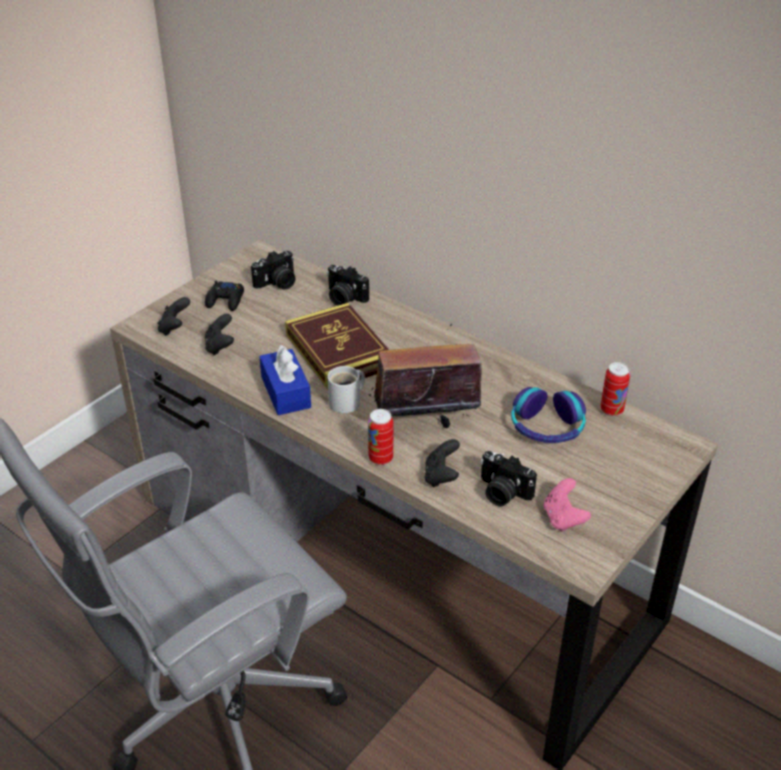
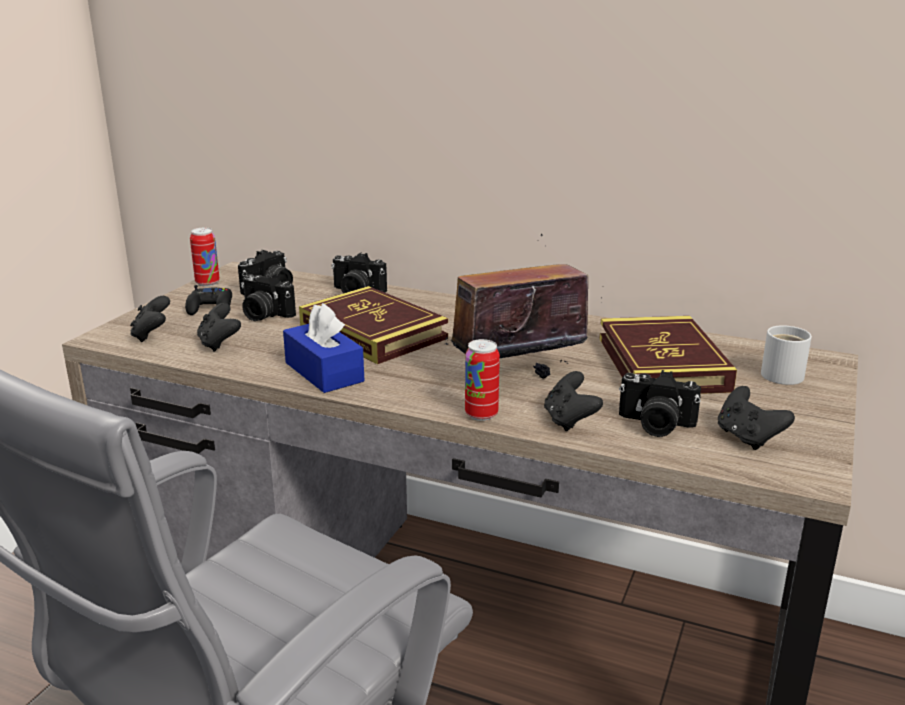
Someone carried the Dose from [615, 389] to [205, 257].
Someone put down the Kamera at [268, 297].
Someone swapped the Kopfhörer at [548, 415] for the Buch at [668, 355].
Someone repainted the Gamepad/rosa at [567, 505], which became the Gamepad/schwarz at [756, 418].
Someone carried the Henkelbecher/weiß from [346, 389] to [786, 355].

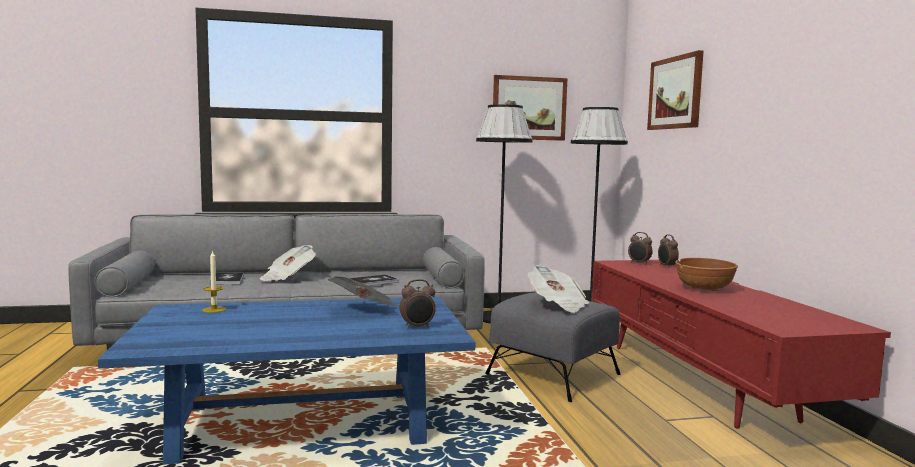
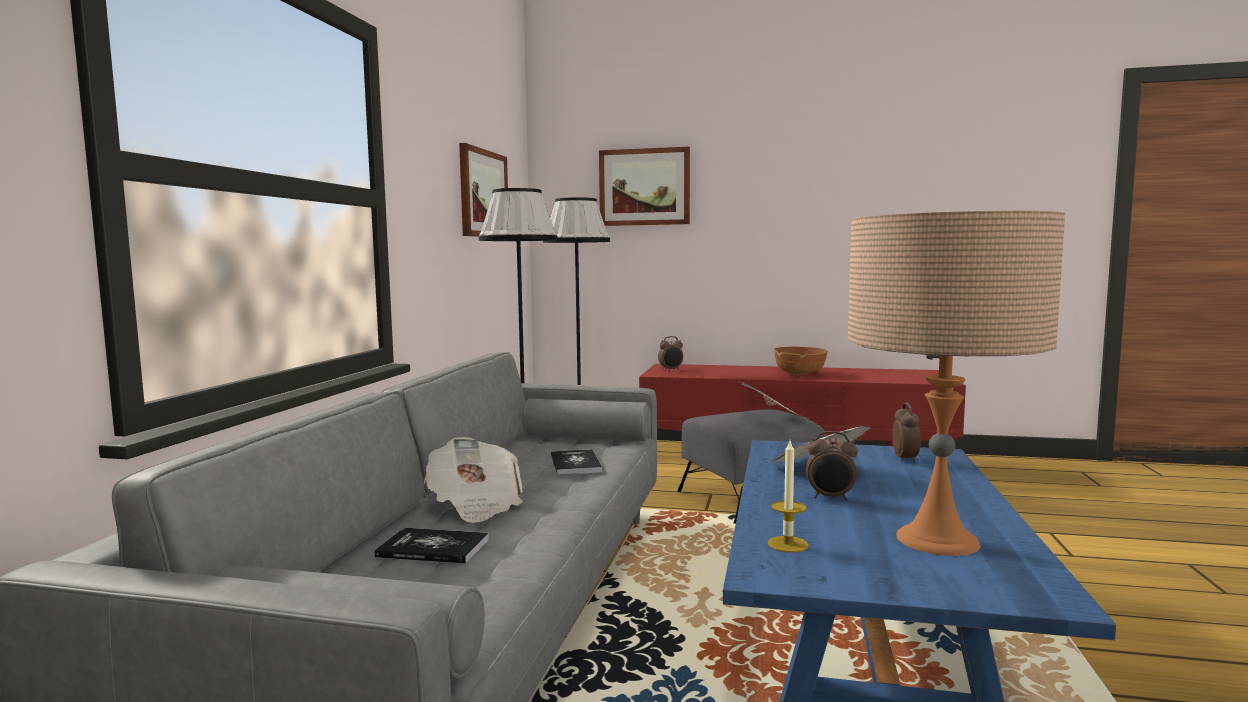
Someone carried the Wecker from [668, 251] to [832, 465].
Someone put down the Tischlampe/beige at [956, 383].

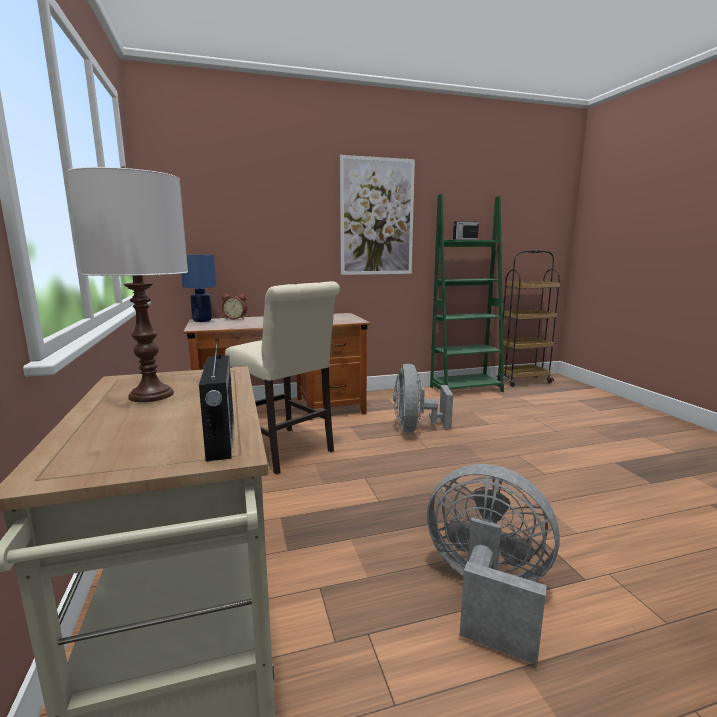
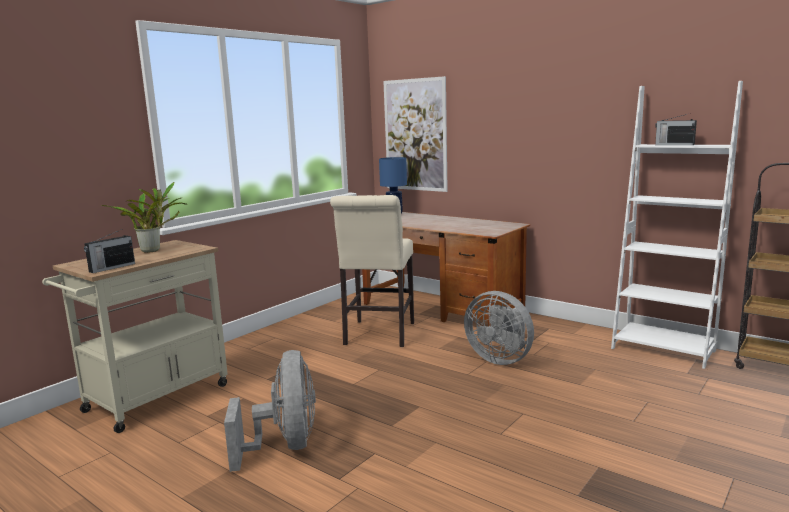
Someone swapped the Tischlampe/weiß at [127, 284] for the Topfpflanze at [144, 217].
Someone carried the Bild from [377, 215] to [415, 134].
Someone rotated the Ventilator/grau at [423, 398] by 105 degrees counterclockwise.
Someone repainted the Bücherregal/grün at [467, 293], which became the Bücherregal/weiß at [677, 225].
Someone took away the Wecker at [234, 306].

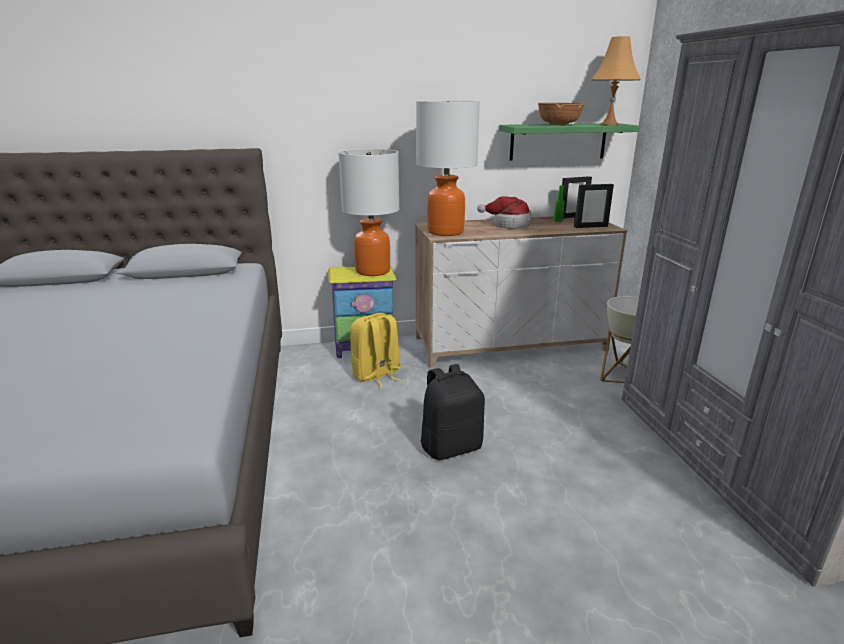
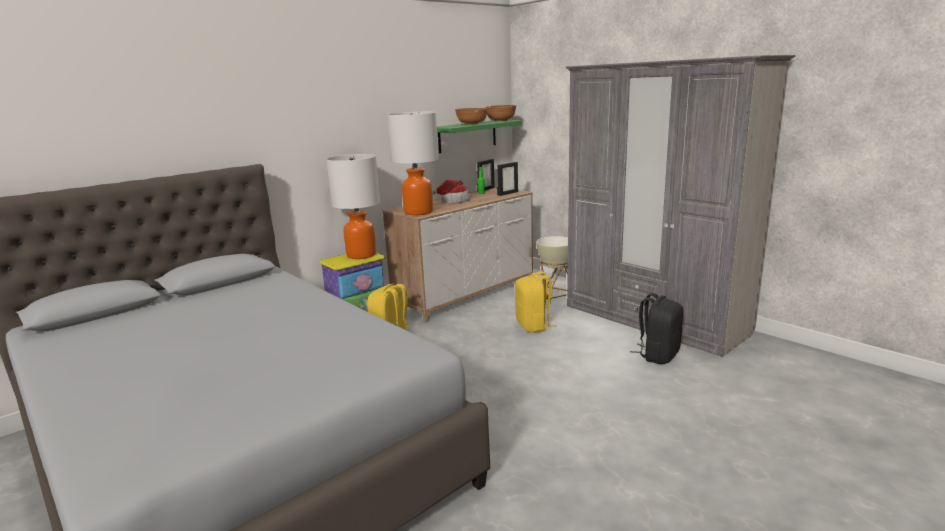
Someone swapped the Tischlampe/orange at [616, 80] for the Schüssel/braun at [500, 113].
Someone put down the Rucksack/gelb at [536, 302].
Someone carried the Rucksack/schwarz from [453, 412] to [656, 328].

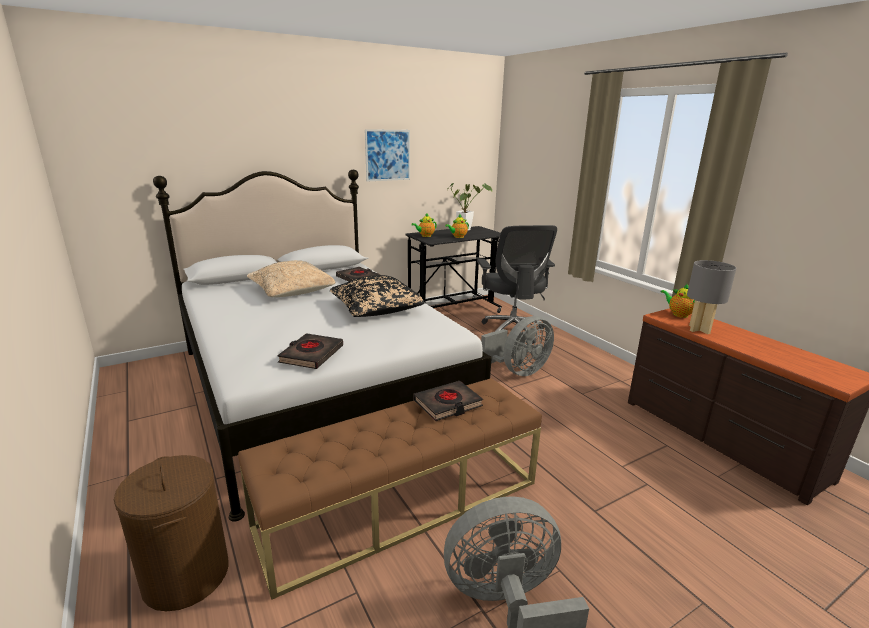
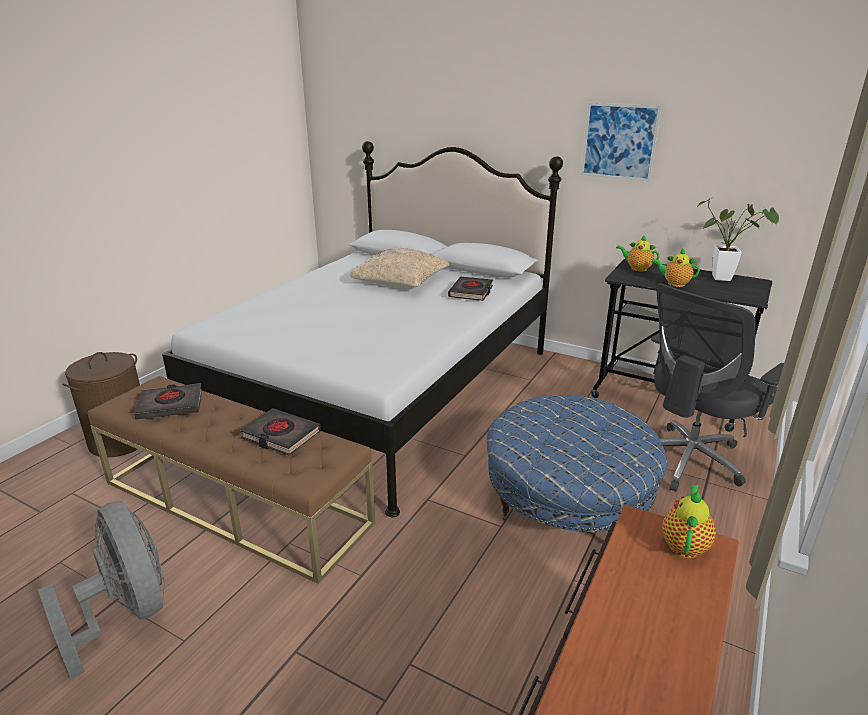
Someone carried the Buch/schwarz from [310, 351] to [168, 401].
Someone swapped the Ventilator/grau at [517, 346] for the Polsterhocker/blau at [577, 463].
Someone took away the Kissen/schwarz at [377, 296].
Someone took away the Tischlampe/grau at [711, 297].

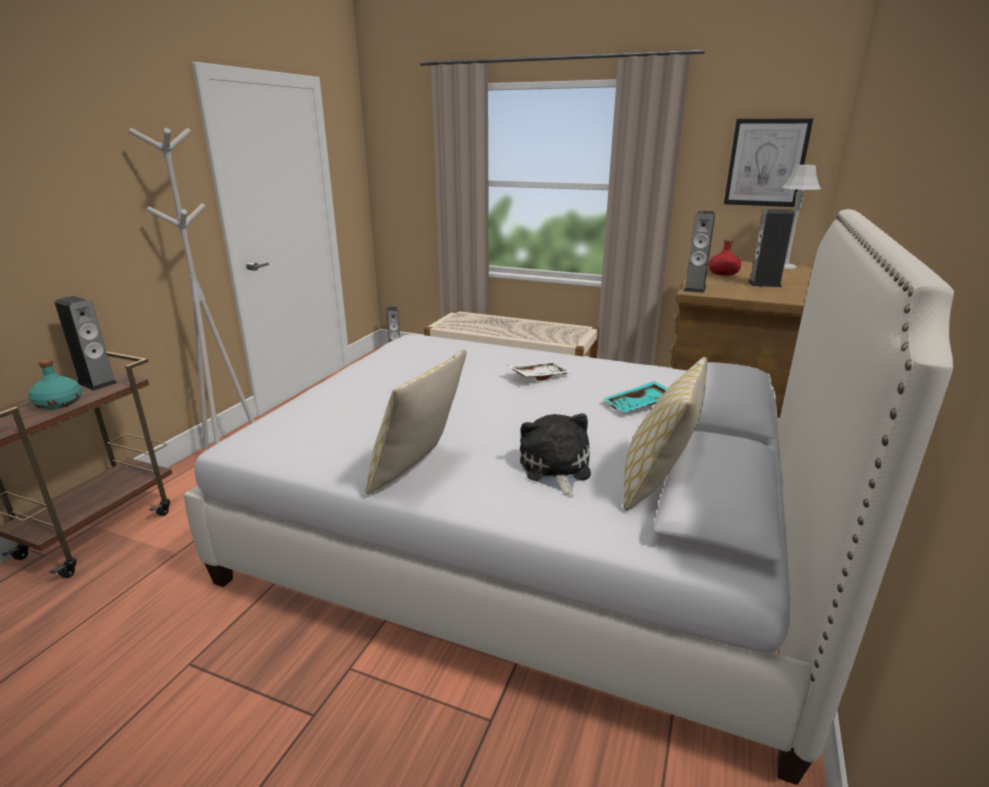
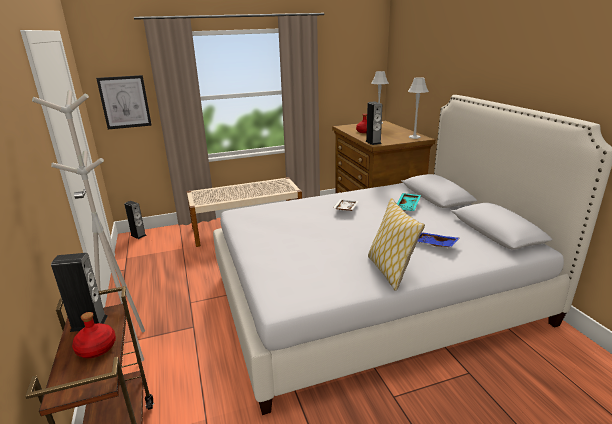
Someone repainted the Flasche/türkis at [55, 384], which became the Flasche/rot at [94, 335].
Someone carried the Bild from [768, 162] to [124, 102].
Someone put down the Tischlampe/grau at [418, 108].
Someone swapped the Plüschtier at [555, 455] for the Tablett/blau at [438, 239].
Someone took away the Kissen at [665, 433].
Someone took away the Lautsprecher at [771, 248].

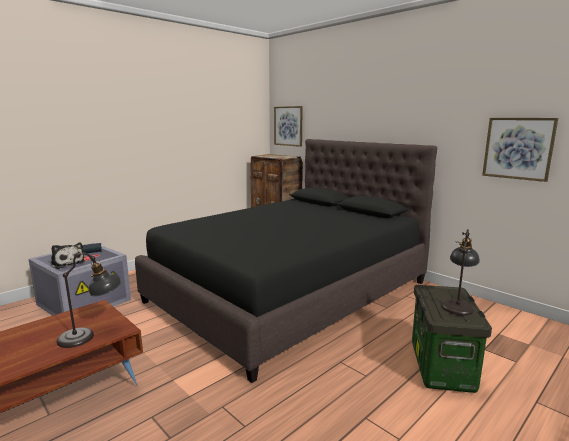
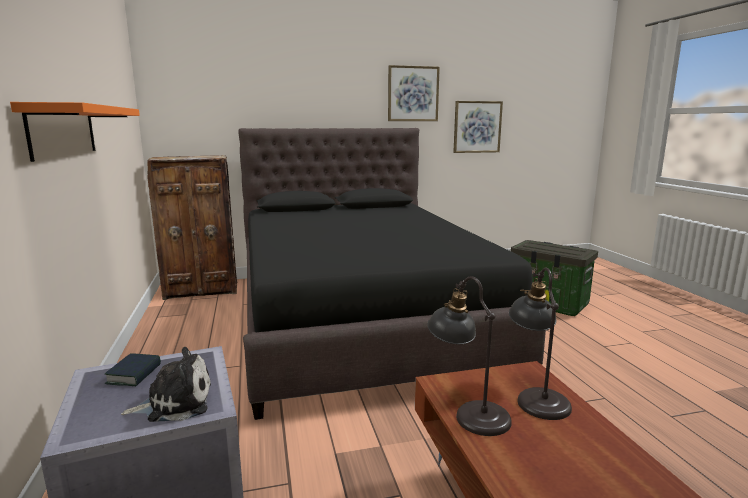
Someone put up the Wandregal/orange at [75, 132].
Someone carried the Bild from [288, 126] to [414, 93].
Someone carried the Tischlampe/grau from [461, 272] to [469, 356].

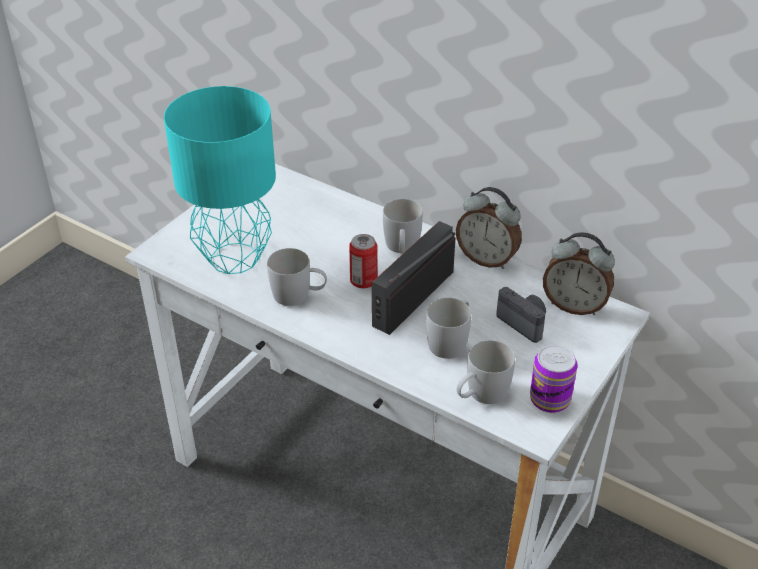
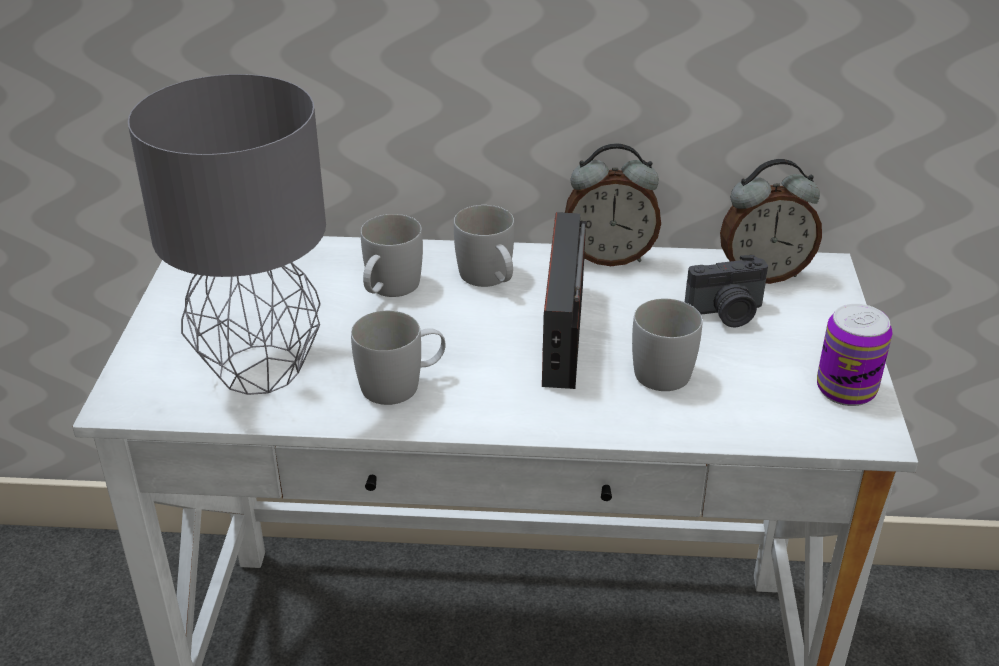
Someone repainted the Tischlampe/türkis at [220, 180], which became the Tischlampe/grau at [227, 234].
Someone carried the Henkelbecher/weiß from [486, 372] to [392, 255].
Someone rotated the Kamera at [521, 315] by 150 degrees clockwise.
Someone took away the Dose at [363, 261].

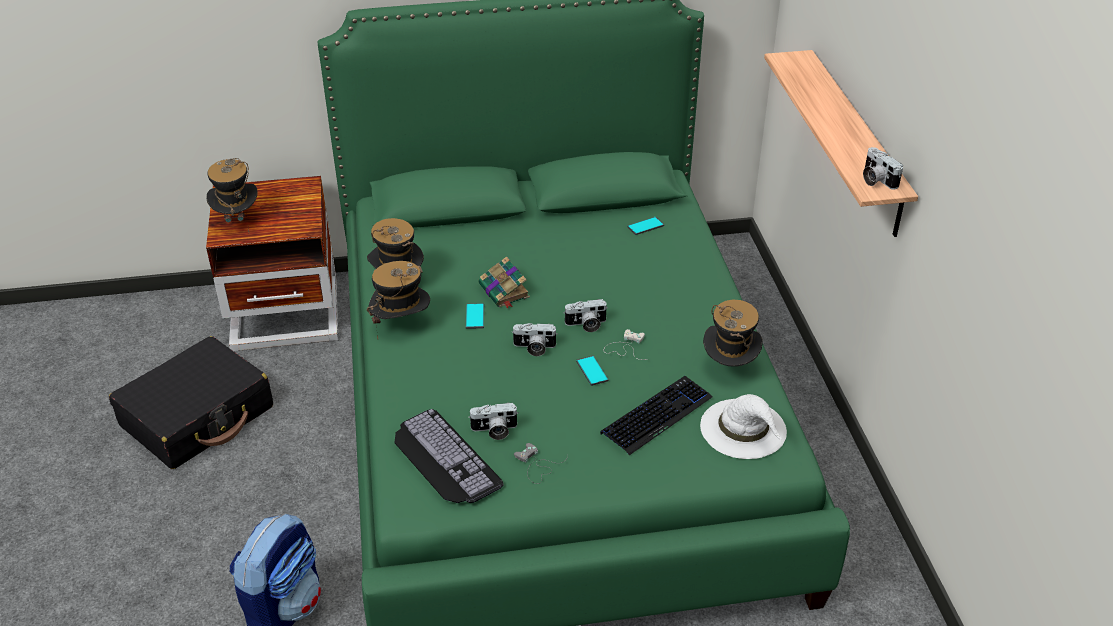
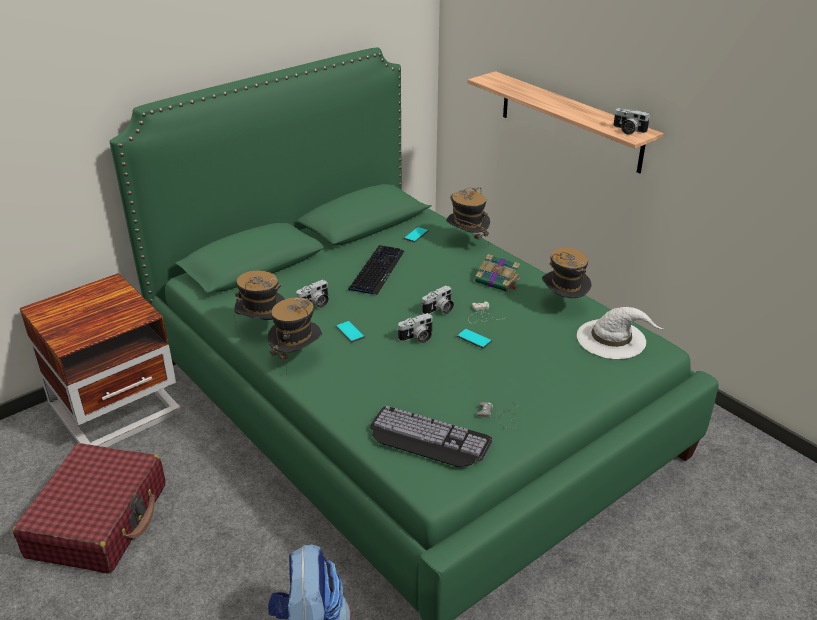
Someone repainted the Koffer/schwarz at [191, 402], which became the Koffer/rot at [89, 508].
Someone carried the Kamera from [493, 421] to [312, 294].
Someone carried the Tastatur from [656, 415] to [376, 270].
Someone carried the Hut from [232, 195] to [468, 217].
Someone carried the Buch from [504, 282] to [497, 273].

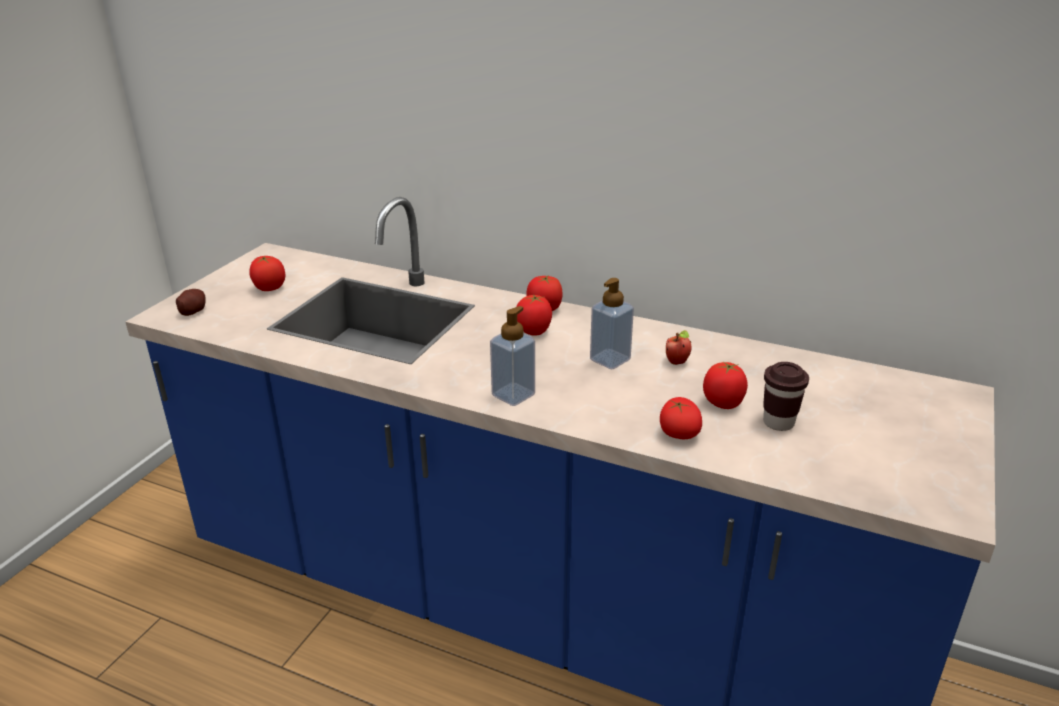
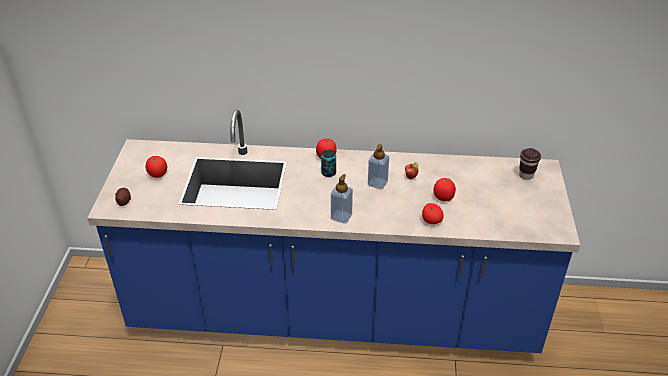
Someone swapped the Tomate at [534, 315] for the Dose at [328, 163].
Someone carried the Tasse/braun from [786, 396] to [530, 164].

